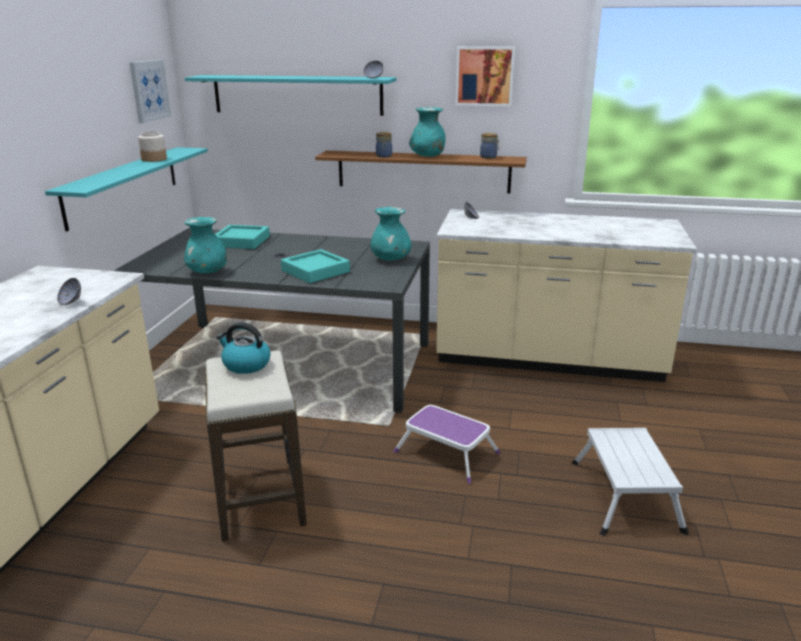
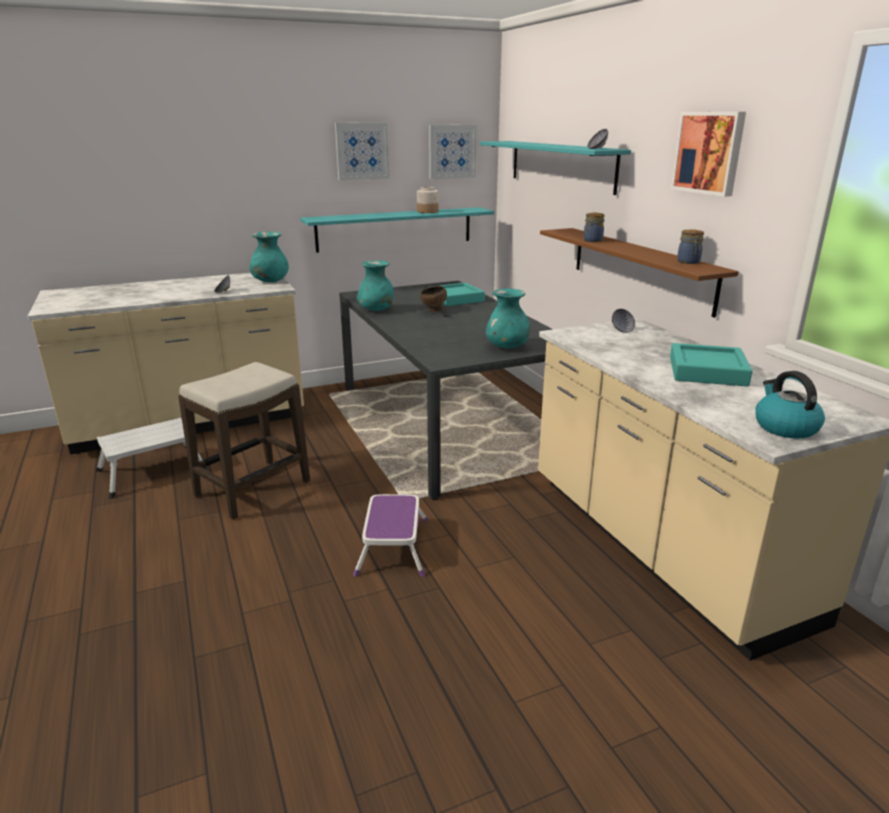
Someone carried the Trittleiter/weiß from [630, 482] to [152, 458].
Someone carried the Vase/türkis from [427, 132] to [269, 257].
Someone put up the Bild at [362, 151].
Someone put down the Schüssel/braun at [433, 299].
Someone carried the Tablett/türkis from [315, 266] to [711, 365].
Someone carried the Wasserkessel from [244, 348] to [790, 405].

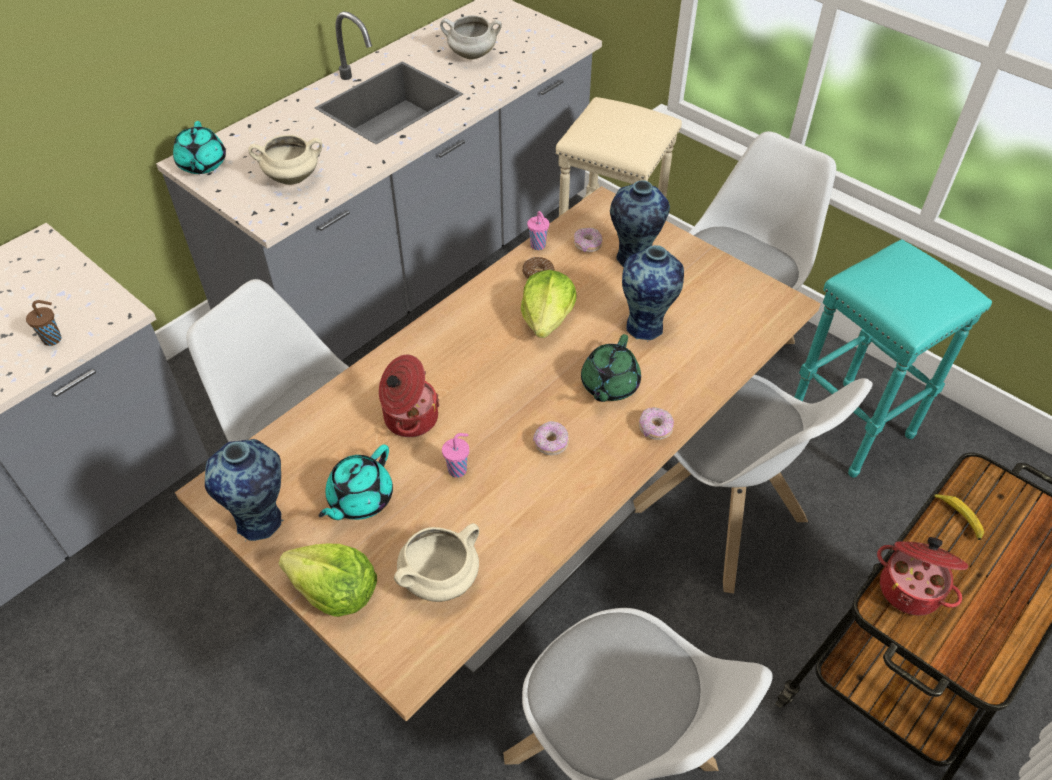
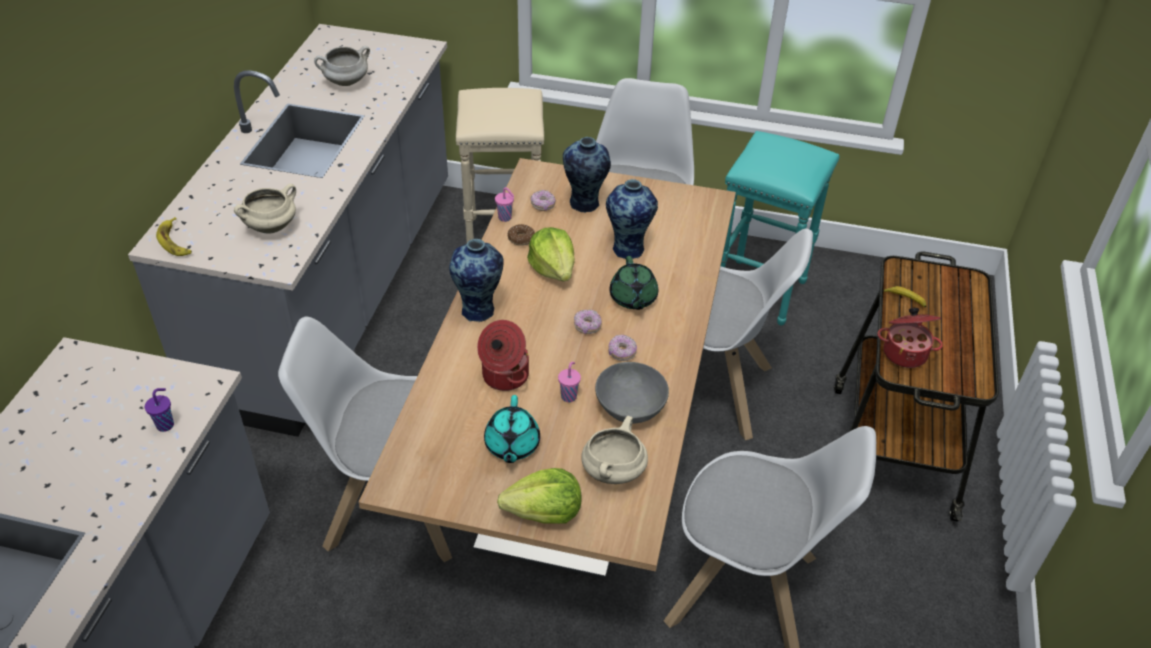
Someone repainted the Tasse/braun at [44, 323], which became the Tasse/lila at [159, 410].
Someone swapped the Teekanne/türkis at [199, 147] for the Banane at [174, 236].
Someone carried the Vase from [244, 490] to [476, 280].
Someone carried the Donut from [656, 423] to [588, 322].
Someone put down the Schüssel/grau at [632, 393].

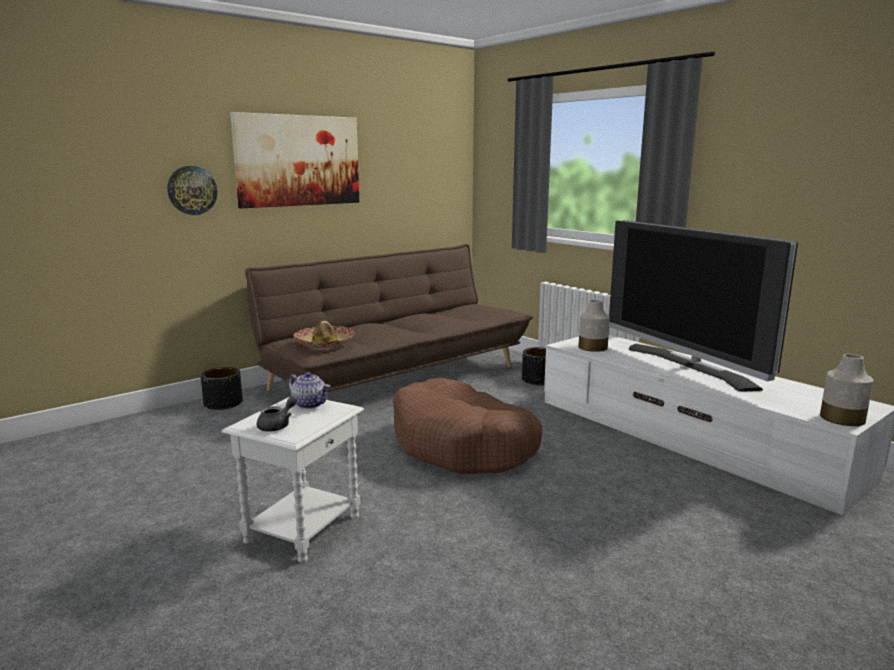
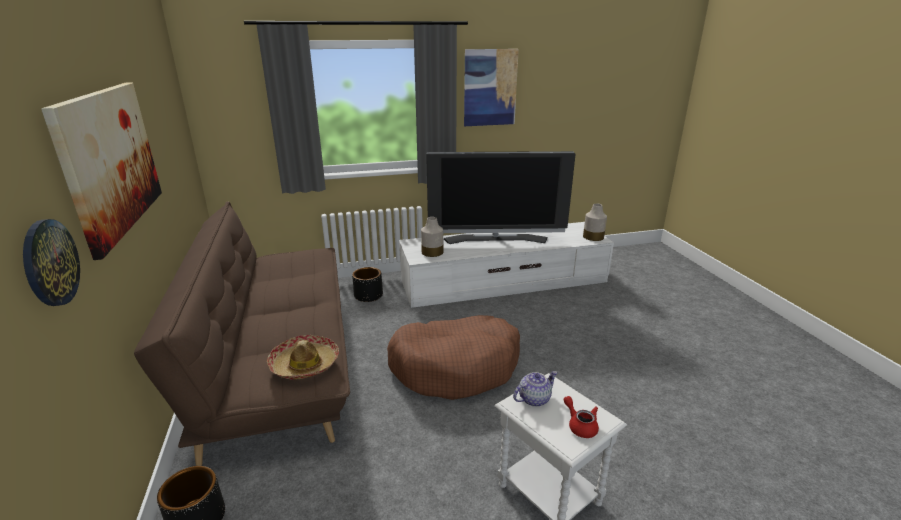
Someone put up the Bild at [491, 87].
Someone repainted the Teekanne/grau at [277, 414], which became the Teekanne/rot at [581, 417].

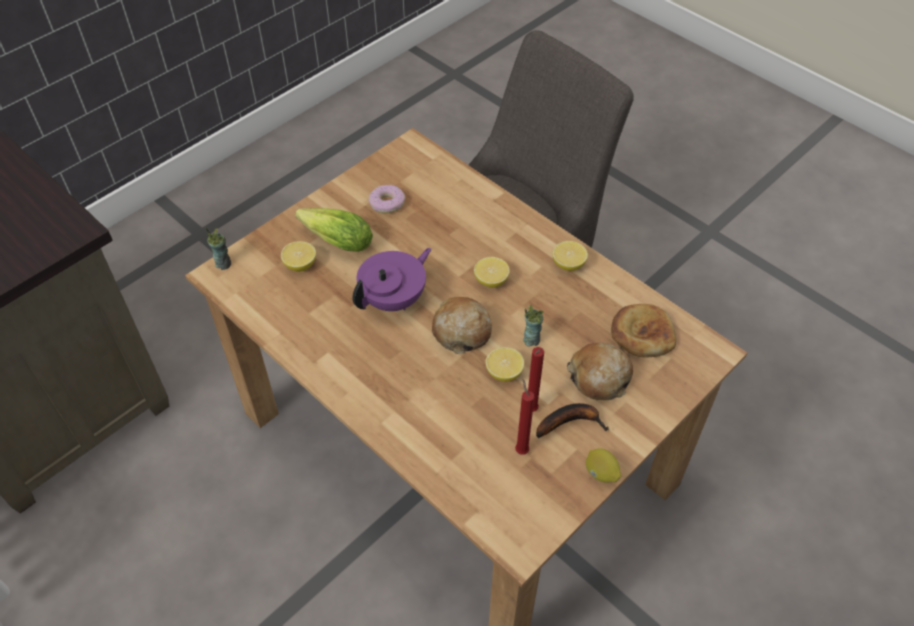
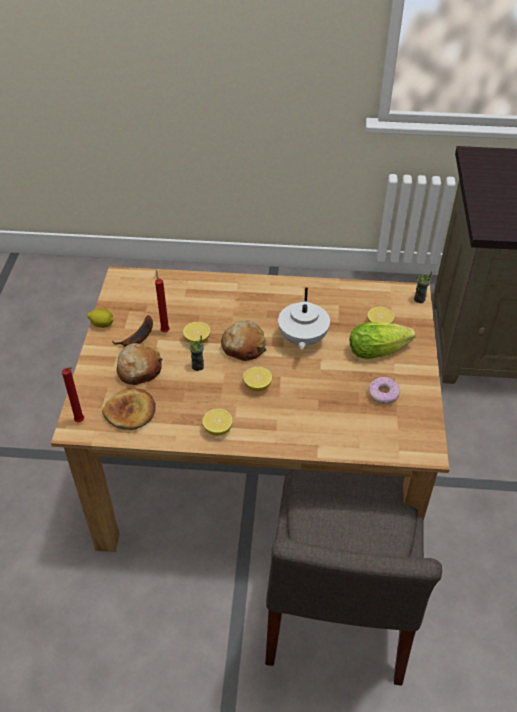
Someone carried the Kerze/rot from [525, 417] to [73, 394].
Someone repainted the Teekanne/lila at [391, 279], which became the Teekanne/weiß at [304, 318].

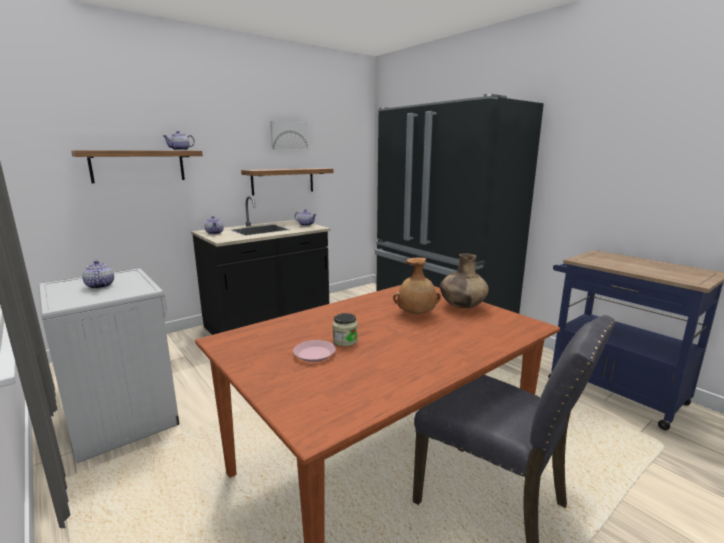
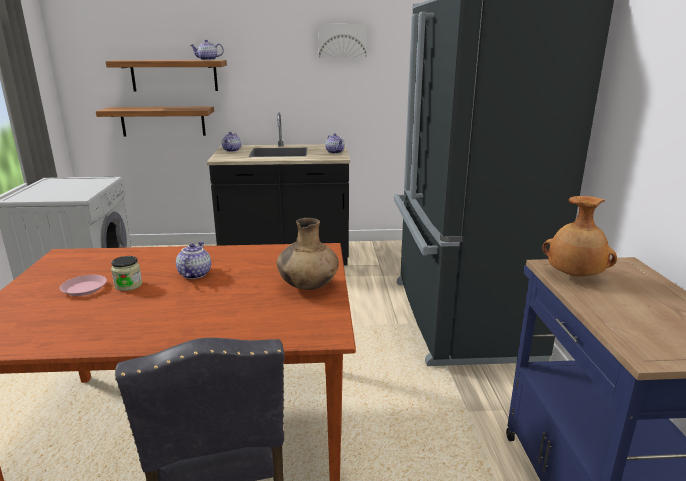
Someone carried the Wandregal from [287, 182] to [155, 121].
Someone carried the Teekanne from [98, 275] to [193, 260].
Someone carried the Vase/braun from [417, 286] to [579, 236].

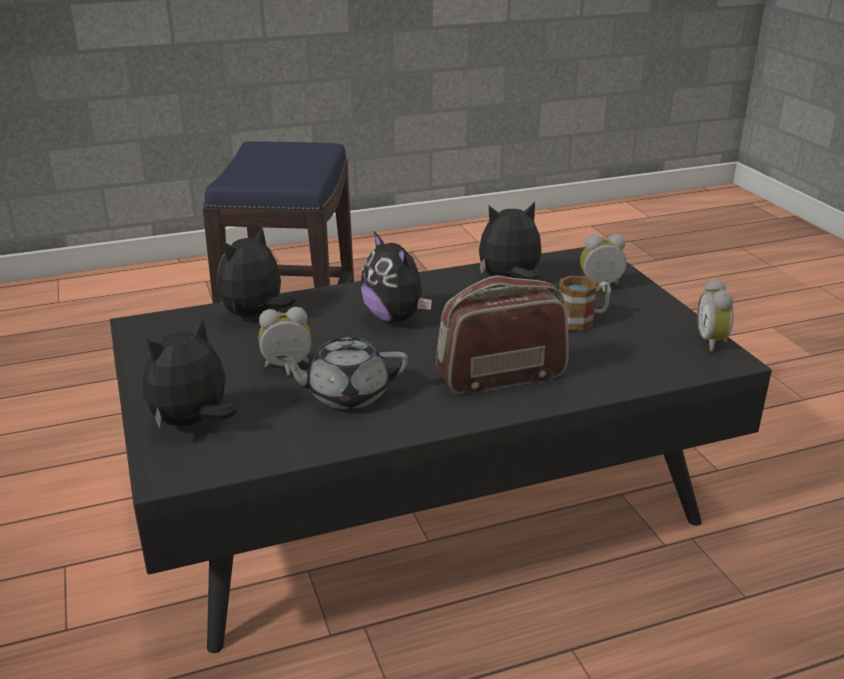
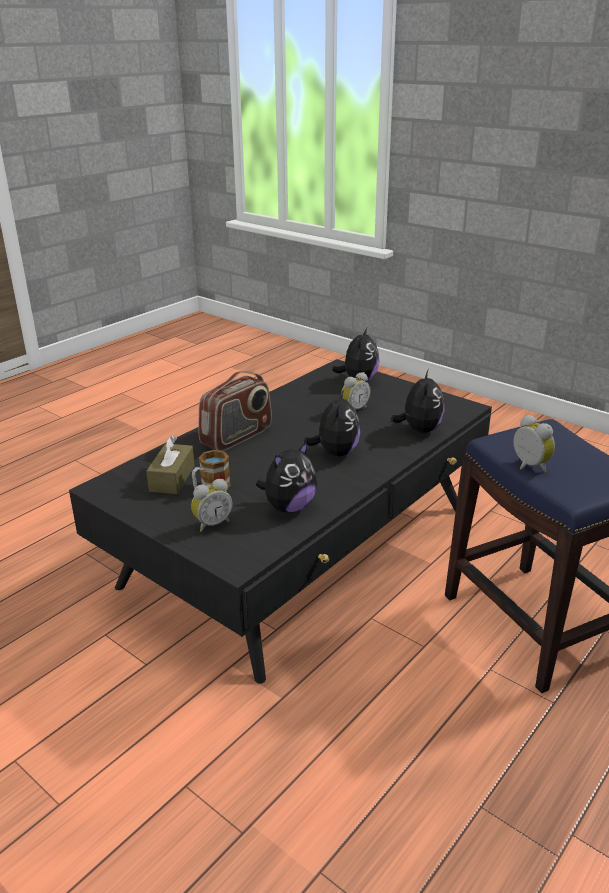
Someone put down the Taschentuchbox/braun at [170, 465].
Someone rotated the Plüschtier at [396, 277] by 75 degrees clockwise.
Someone carried the Wecker from [715, 315] to [534, 443].
Someone took away the Teekanne/grau at [342, 373].

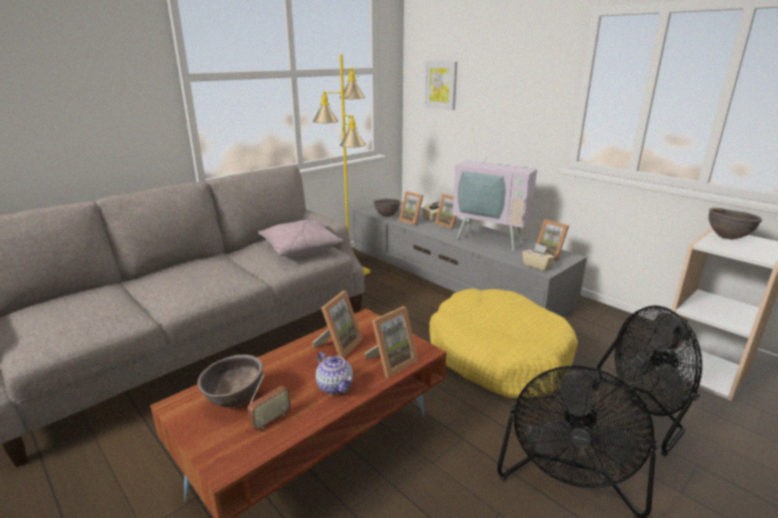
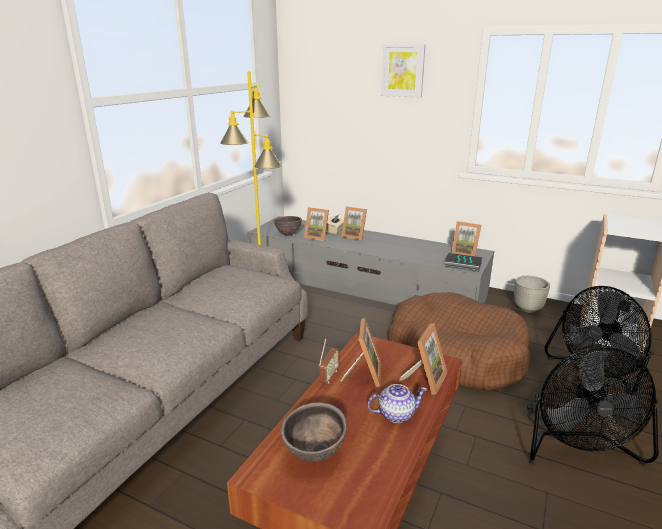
Someone carried the Radio from [269, 402] to [329, 361].
Someone rotated the Teekanne at [334, 373] by 45 degrees counterclockwise.
Someone carried the Bild from [440, 85] to [403, 71].
Someone repainted the Hundebett/gelb at [503, 343], which became the Hundebett/braun at [458, 341].
Someone swapped the Taschentuchbox/beige at [538, 257] for the Buch at [463, 262].
Someone put down the Pflanzkübel/grau at [532, 294].
Someone took away the Kissen/lila at [301, 238].
Someone took away the Fernseher at [495, 190].
Someone took away the Schüssel/braun at [735, 224].

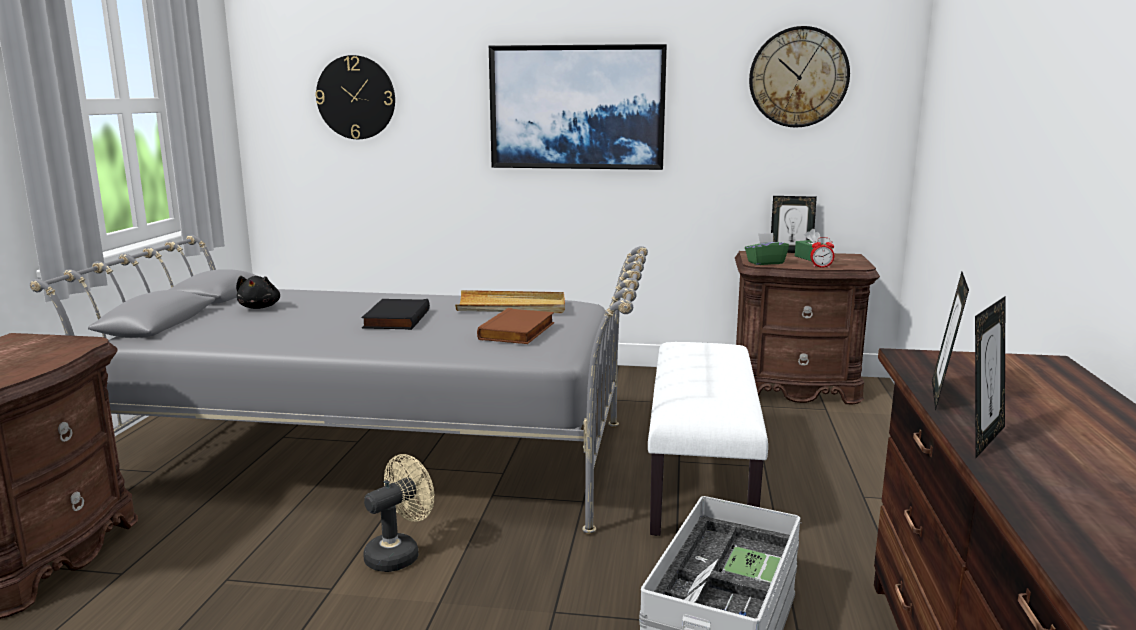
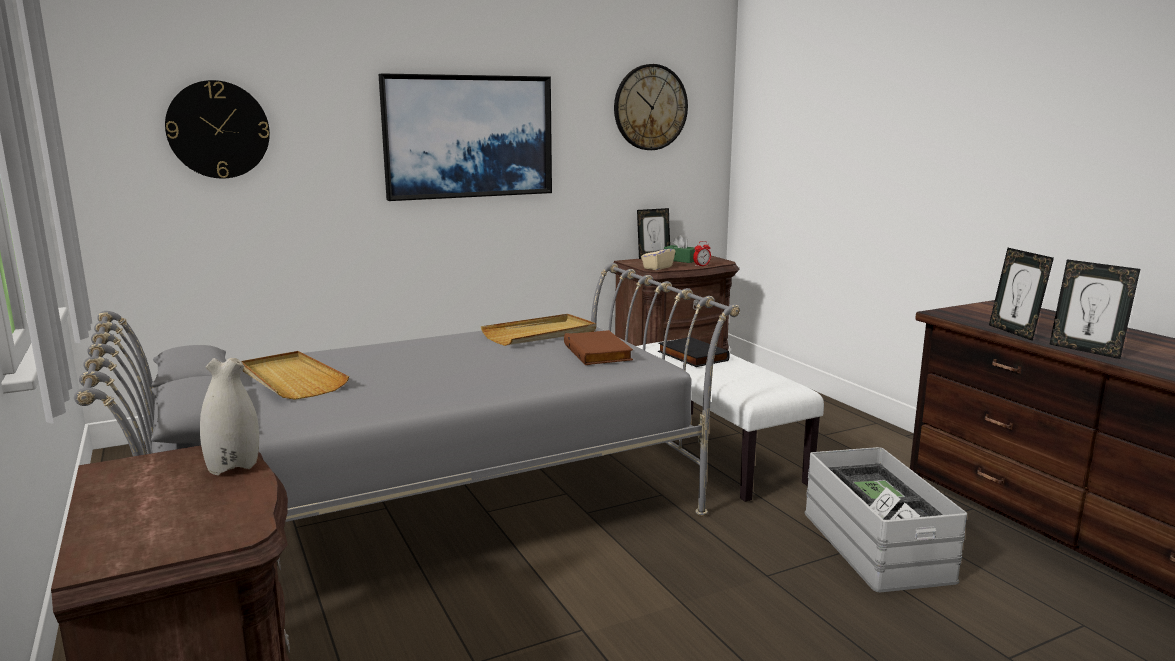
Someone put down the Vase/weiß at [229, 417].
Someone swapped the Plüschtier/schwarz at [258, 292] for the Tablett/beige at [295, 375].
Someone repainted the Taschentuchbox/grün at [767, 249], which became the Taschentuchbox/beige at [658, 256].
Someone carried the Buch/schwarz from [395, 314] to [694, 352].
Someone rotated the Bilderrahmen at [990, 378] by 135 degrees clockwise.
Someone took away the Ventilator/beige at [398, 513].

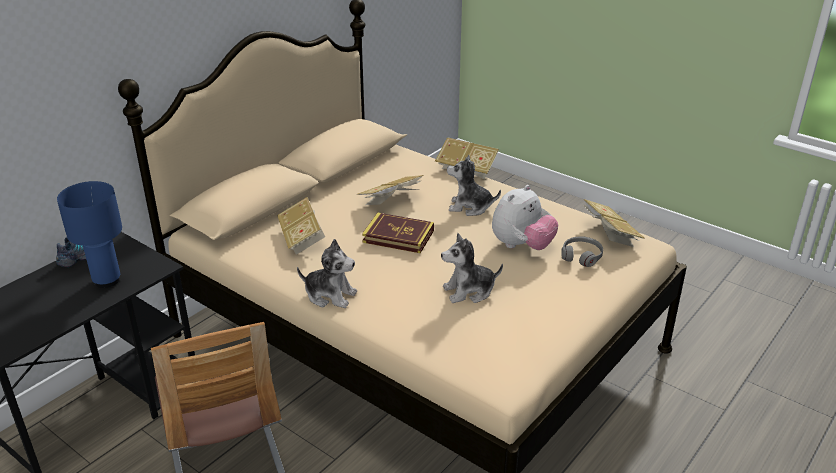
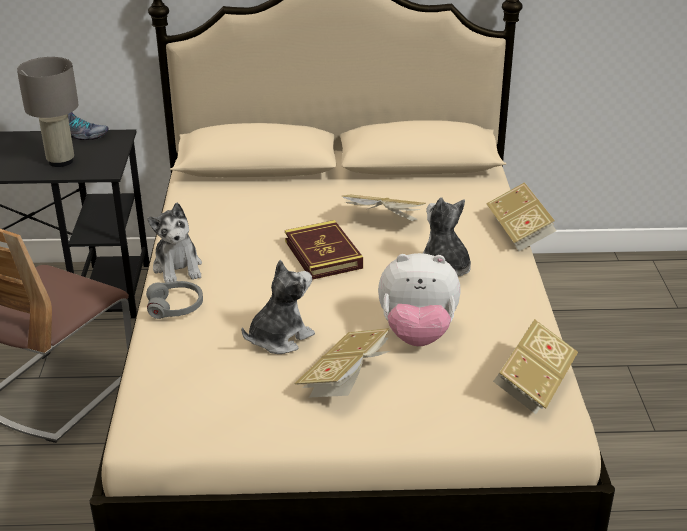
Someone repainted the Tischlampe/blau at [89, 234], which became the Tischlampe/grau at [47, 112].
Someone carried the Kopfhörer/grau from [582, 251] to [174, 300].
Someone rotated the Plüschtier at [472, 268] by 105 degrees clockwise.
Someone carried the Buch from [301, 226] to [342, 363].

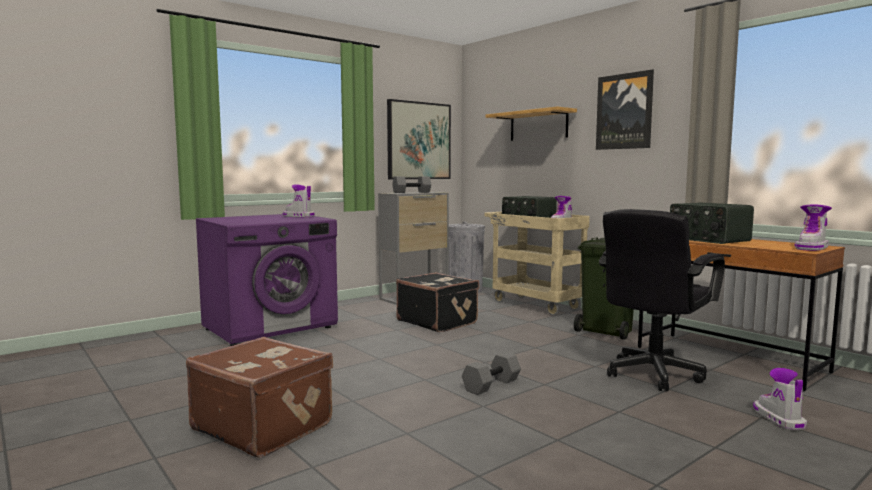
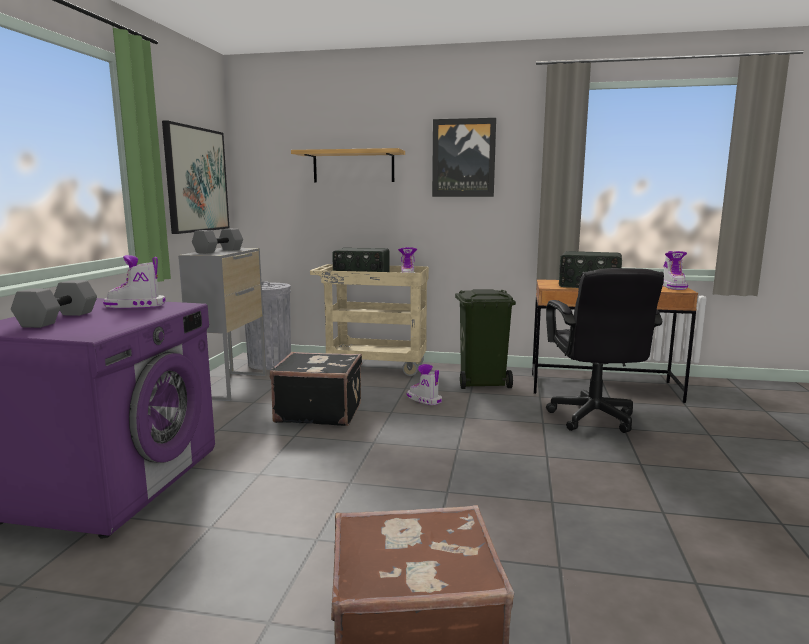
Someone carried the Hantel/grau from [491, 373] to [54, 304].
Someone carried the Stiefel from [780, 399] to [424, 384].

